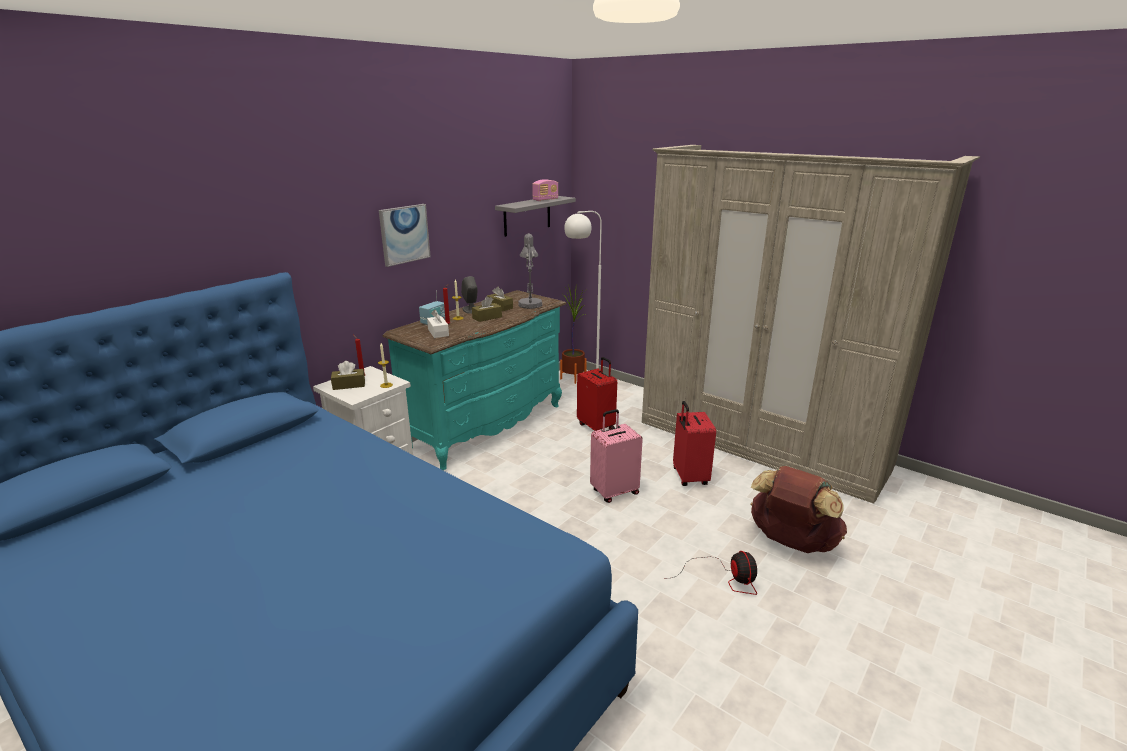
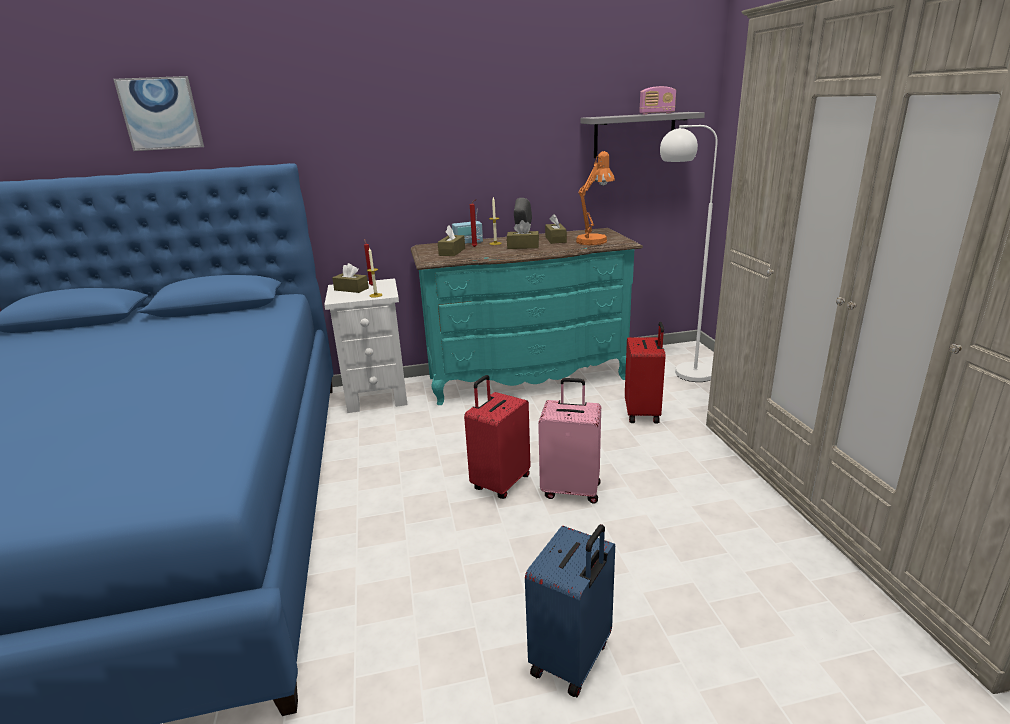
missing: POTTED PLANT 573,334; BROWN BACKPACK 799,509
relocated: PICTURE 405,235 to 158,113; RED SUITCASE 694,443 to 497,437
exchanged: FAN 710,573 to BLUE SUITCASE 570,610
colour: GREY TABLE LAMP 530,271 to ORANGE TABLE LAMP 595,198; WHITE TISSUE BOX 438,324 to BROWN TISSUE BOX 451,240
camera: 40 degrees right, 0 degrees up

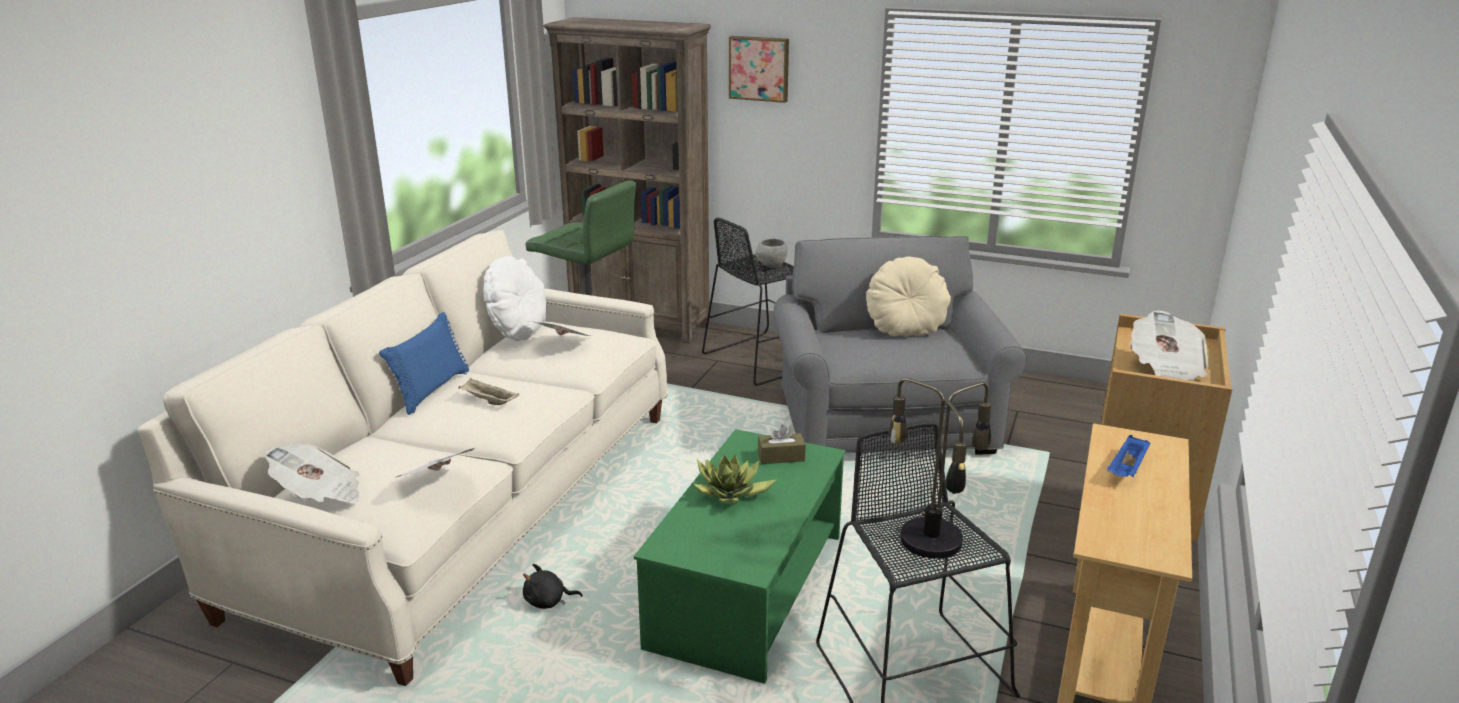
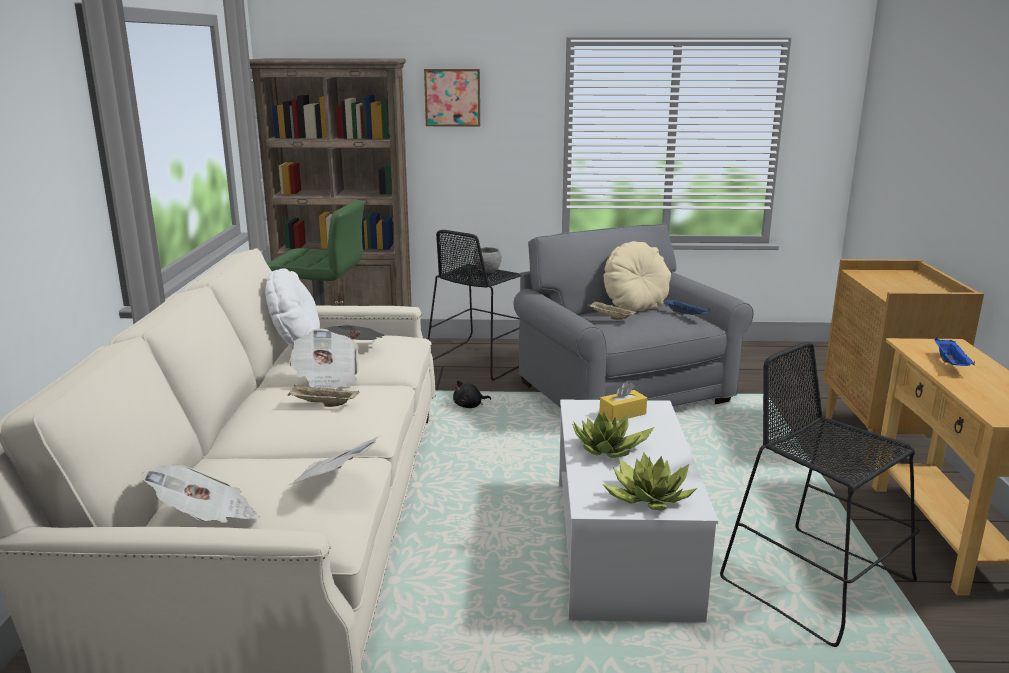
missing: BLUE PILLOW 424,363; TABLE LAMP 940,468
appeared: BLUE TRAY 686,306; BEIGE TRAY 612,310; POTTED PLANT 650,482
relocated: NEWSPAPER 1169,345 to 324,359; BLACK PLUSH TOY 552,586 to 472,394
colour: BROWN TISSUE BOX 782,444 to YELLOW TISSUE BOX 623,401; GREEN COFFEE TABLE 740,556 to WHITE COFFEE TABLE 638,511
camera: 20 degrees left, 5 degrees down

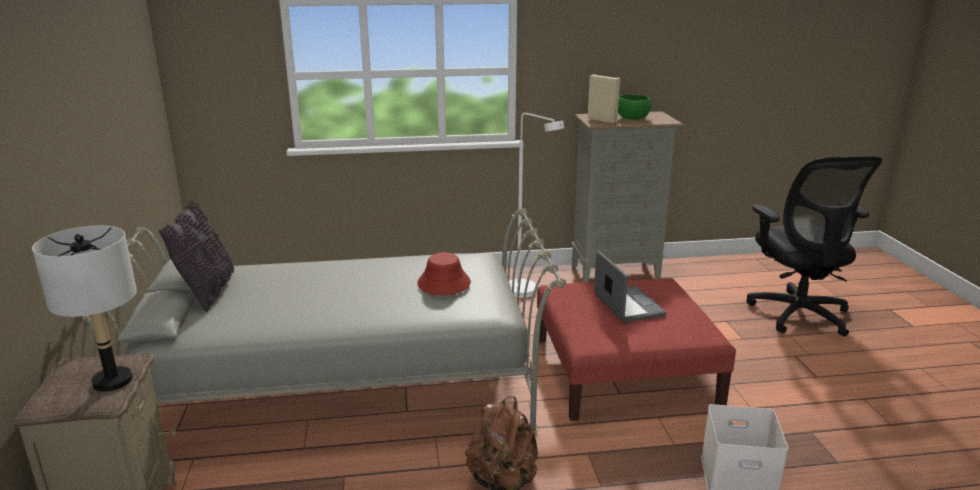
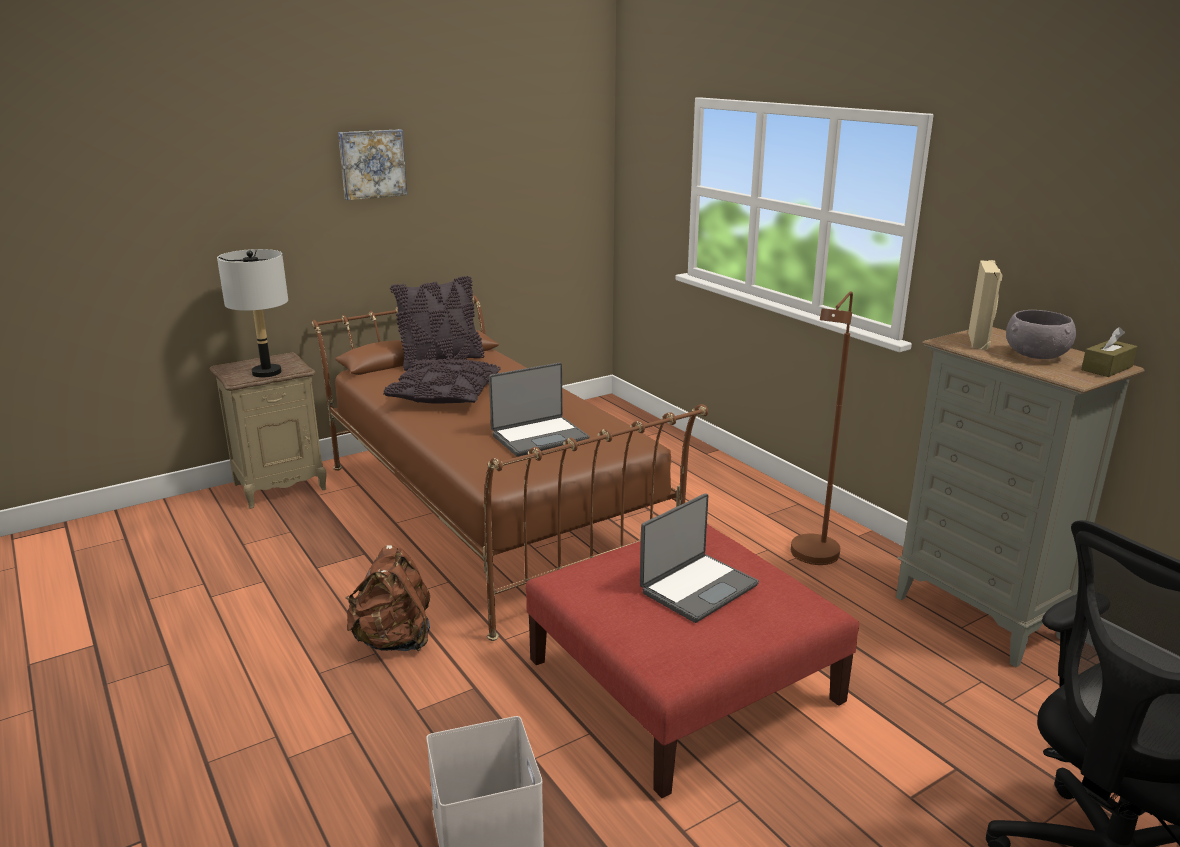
appeared: PICTURE 372,164; BROWN TISSUE BOX 1109,352; BLACK PILLOW 442,381
exchanged: RED HAT 444,274 to LAPTOP 539,410
colour: GREEN BOWL 634,107 to GREY BOWL 1041,334; WHITE FLOOR LAMP 536,205 to BROWN FLOOR LAMP 822,428; GREY BED 316,321 to BROWN BED 509,468
camera: 65 degrees right, 0 degrees up

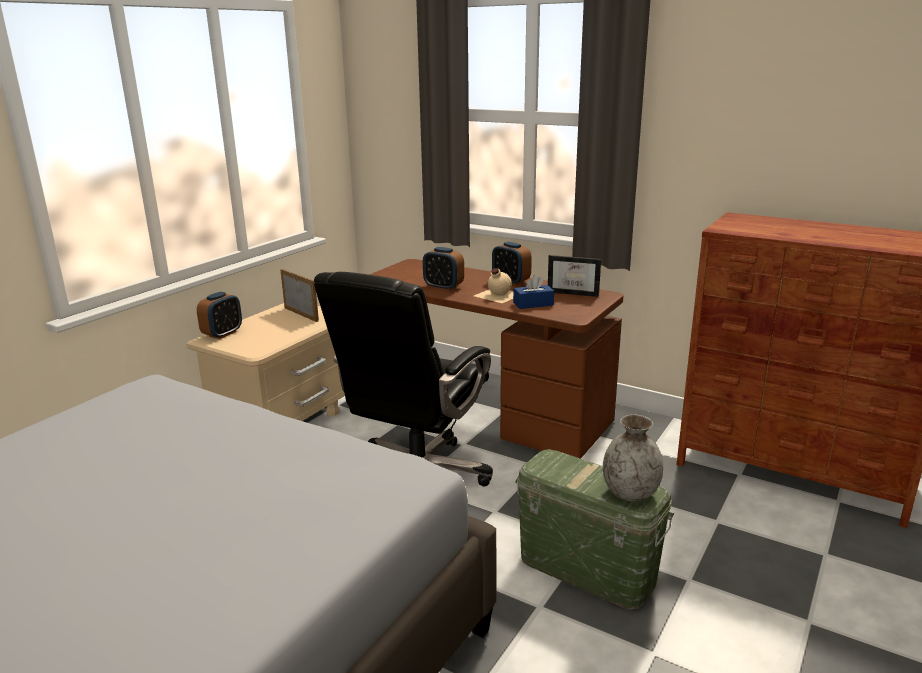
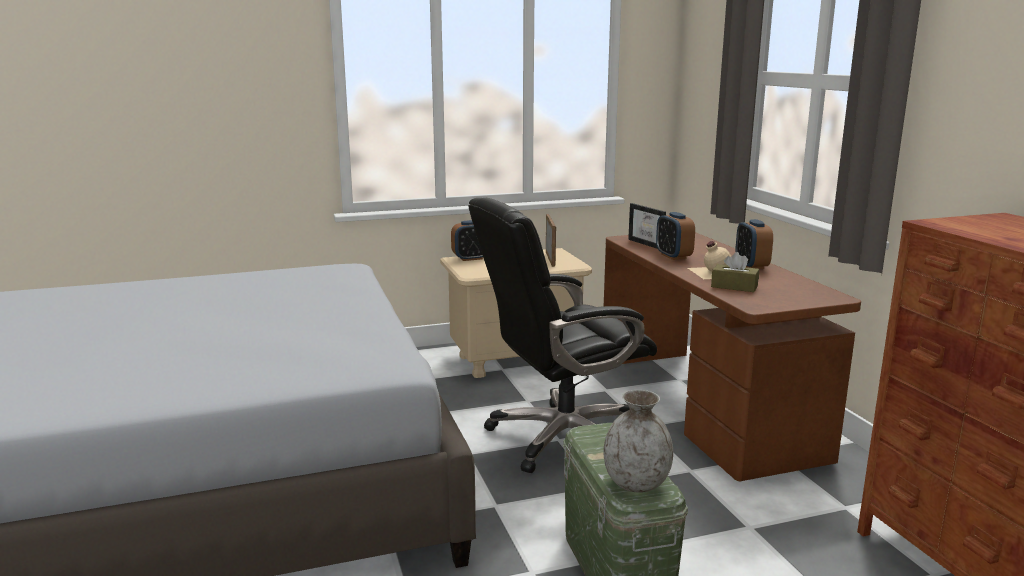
relocated: PICTURE FRAME 574,276 to 647,226
colour: BLUE TISSUE BOX 533,292 to BROWN TISSUE BOX 735,272
camera: 40 degrees right, 5 degrees down

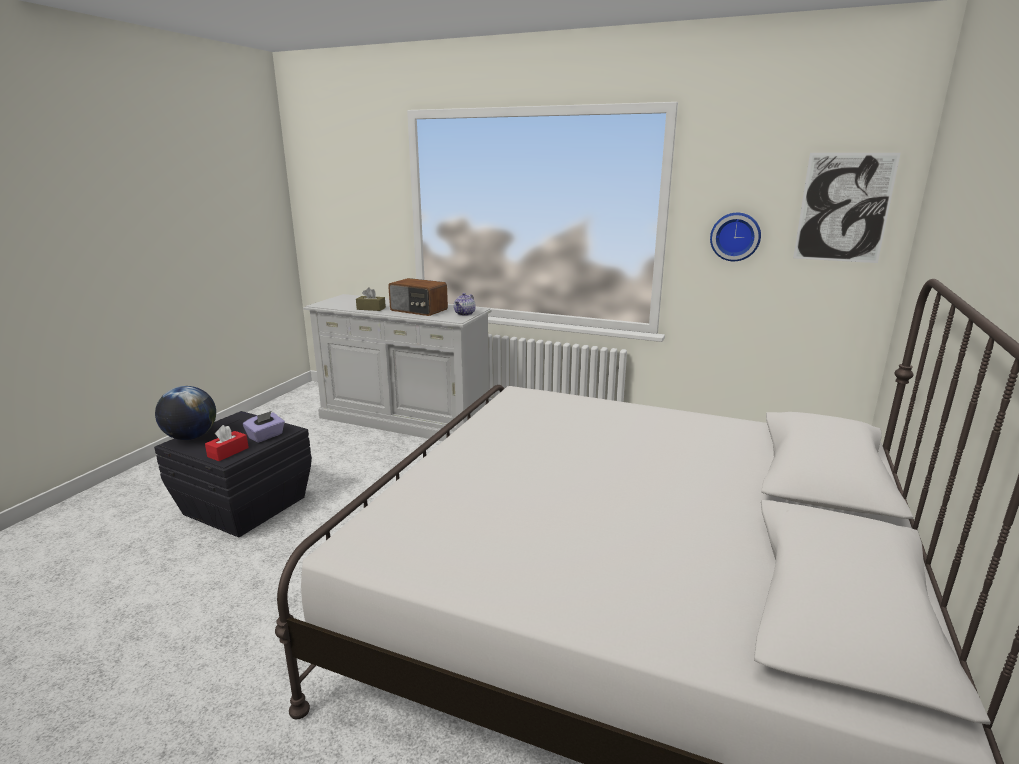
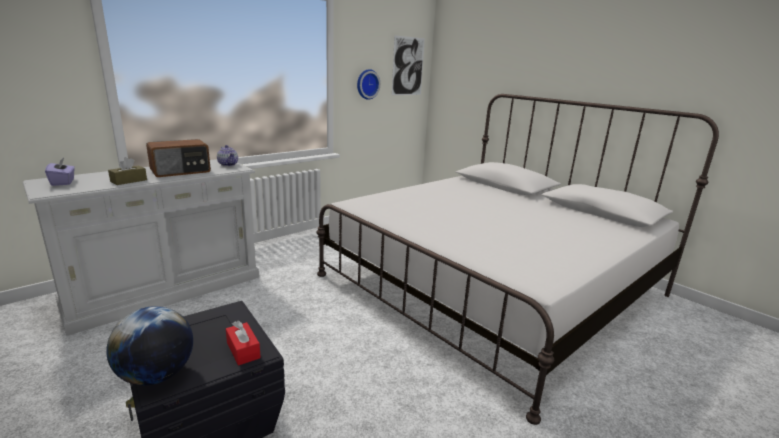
relocated: PURPLE TISSUE BOX 264,427 to 60,172
camera: 65 degrees left, 0 degrees up

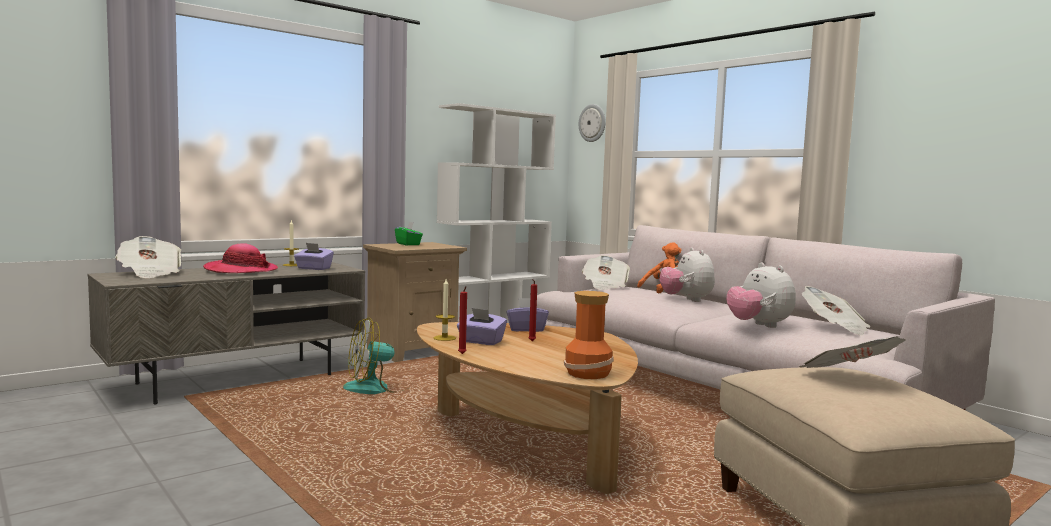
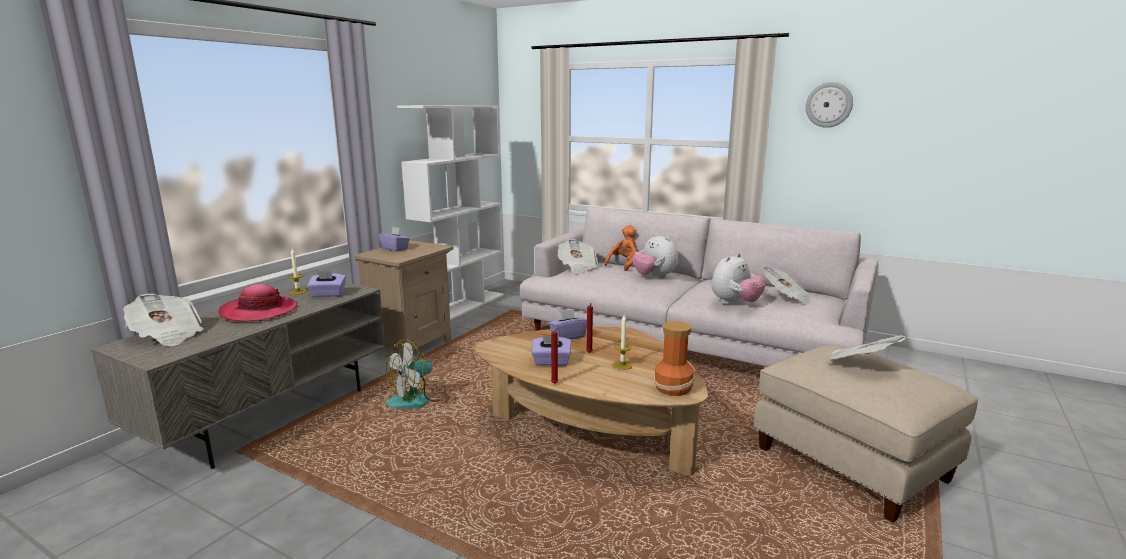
relocated: WALL CLOCK 592,123 to 829,105; CANDLE 445,310 to 622,342
colour: GREEN TISSUE BOX 409,233 to PURPLE TISSUE BOX 394,239
spun: PLUSH TOY 761,295 = 738,278 90 degrees counterclockwise
camera: 20 degrees left, 10 degrees up

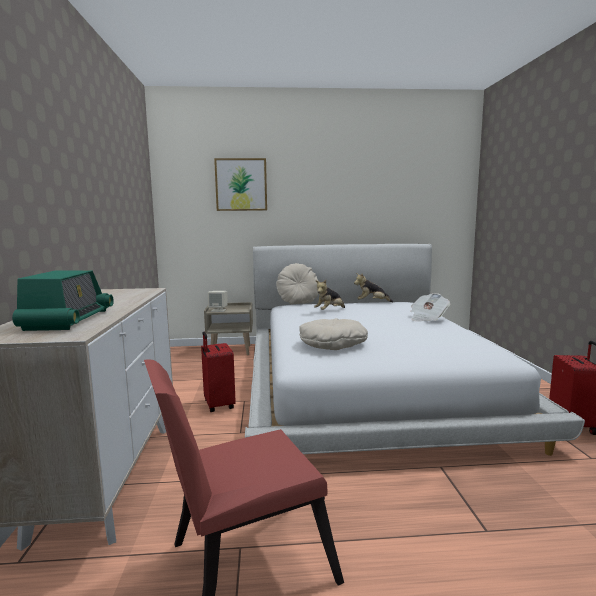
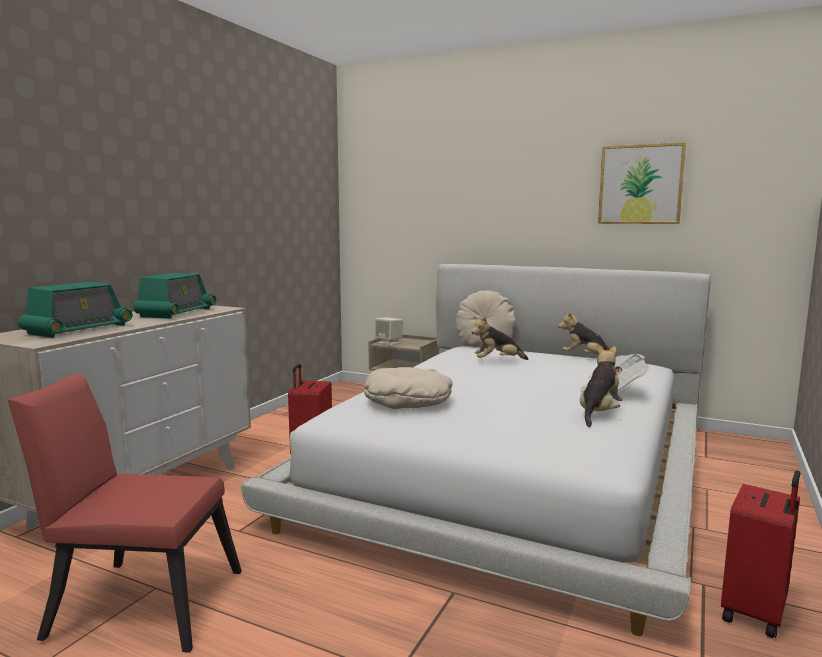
appeared: RADIO 175,296; PLUSH TOY 601,386
relocated: PICTURE 240,184 to 642,183
camera: 30 degrees right, 0 degrees up

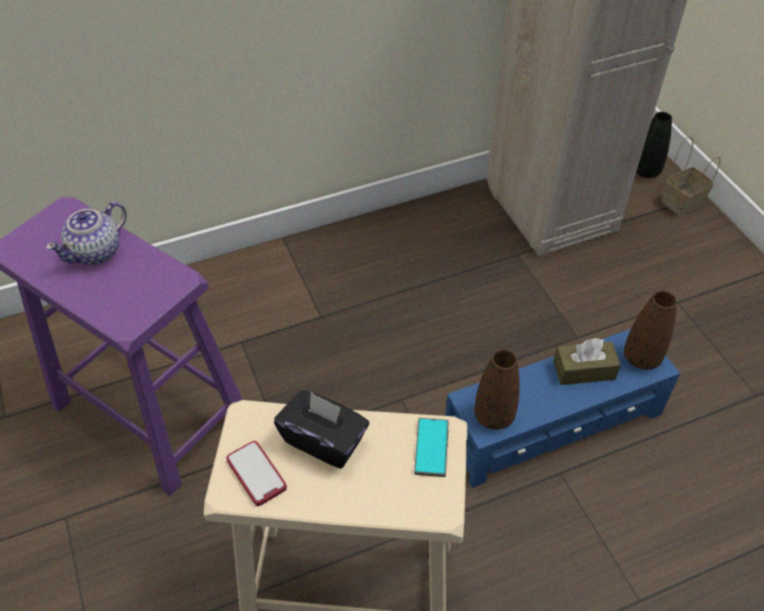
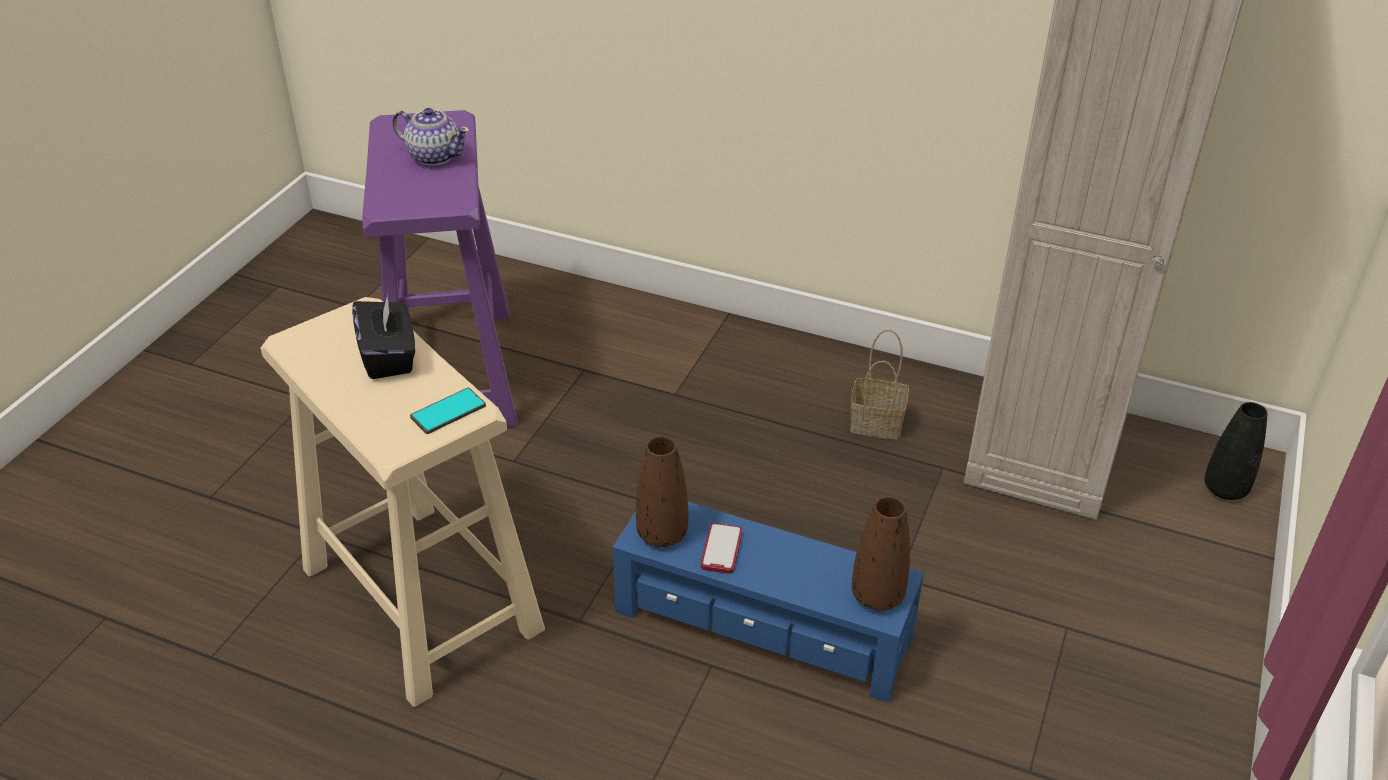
missing: BROWN TISSUE BOX 587,361
relocated: BASKET 691,176 to 879,385; PHONE 256,473 to 721,548
spun: TEAPOT 86,233 = 430,137 150 degrees counterclockwise
camera: 45 degrees right, 10 degrees down

